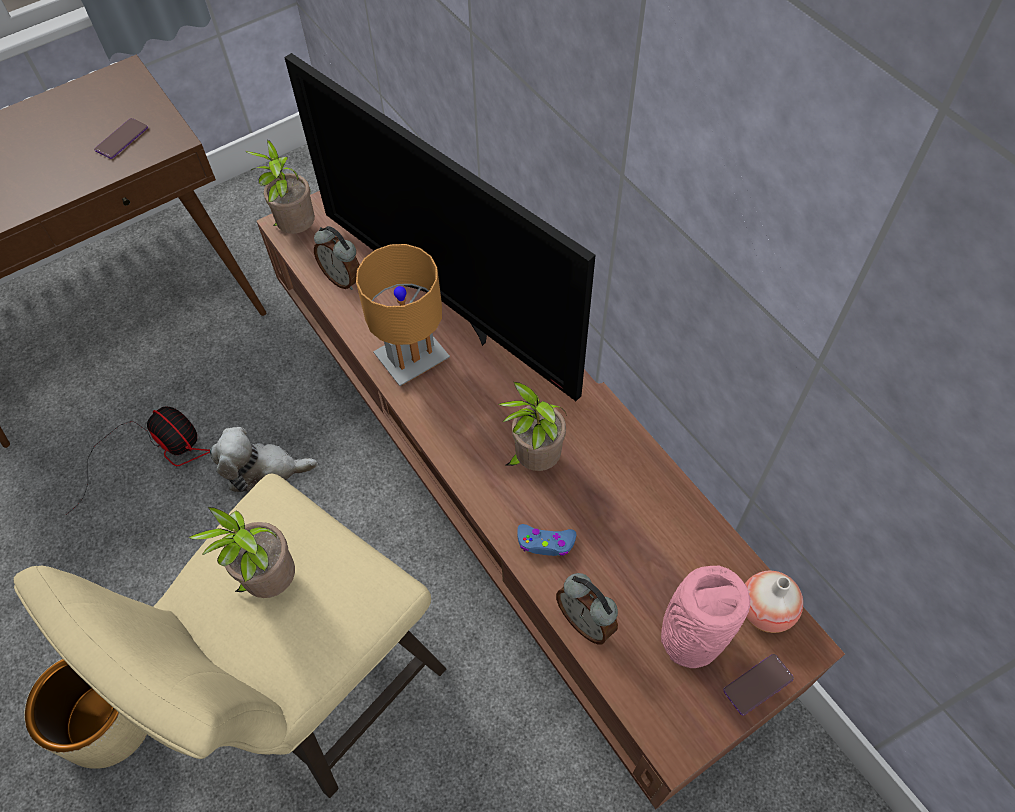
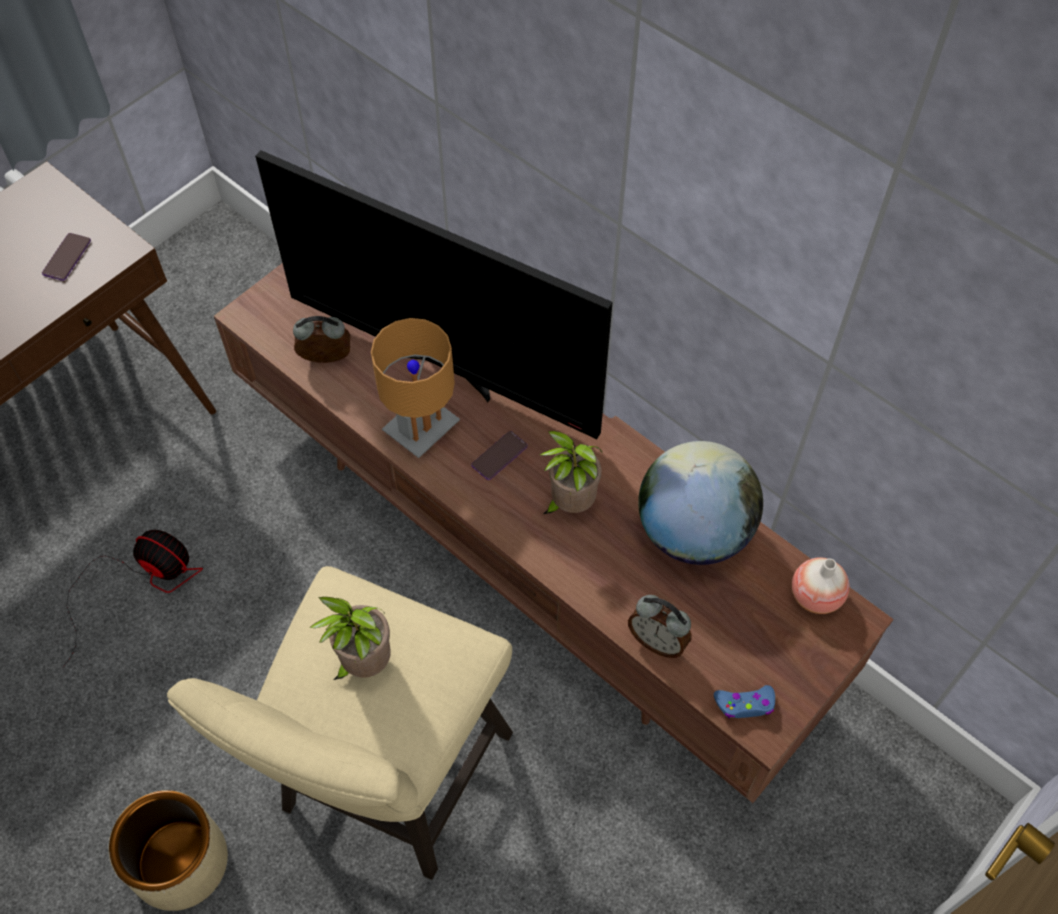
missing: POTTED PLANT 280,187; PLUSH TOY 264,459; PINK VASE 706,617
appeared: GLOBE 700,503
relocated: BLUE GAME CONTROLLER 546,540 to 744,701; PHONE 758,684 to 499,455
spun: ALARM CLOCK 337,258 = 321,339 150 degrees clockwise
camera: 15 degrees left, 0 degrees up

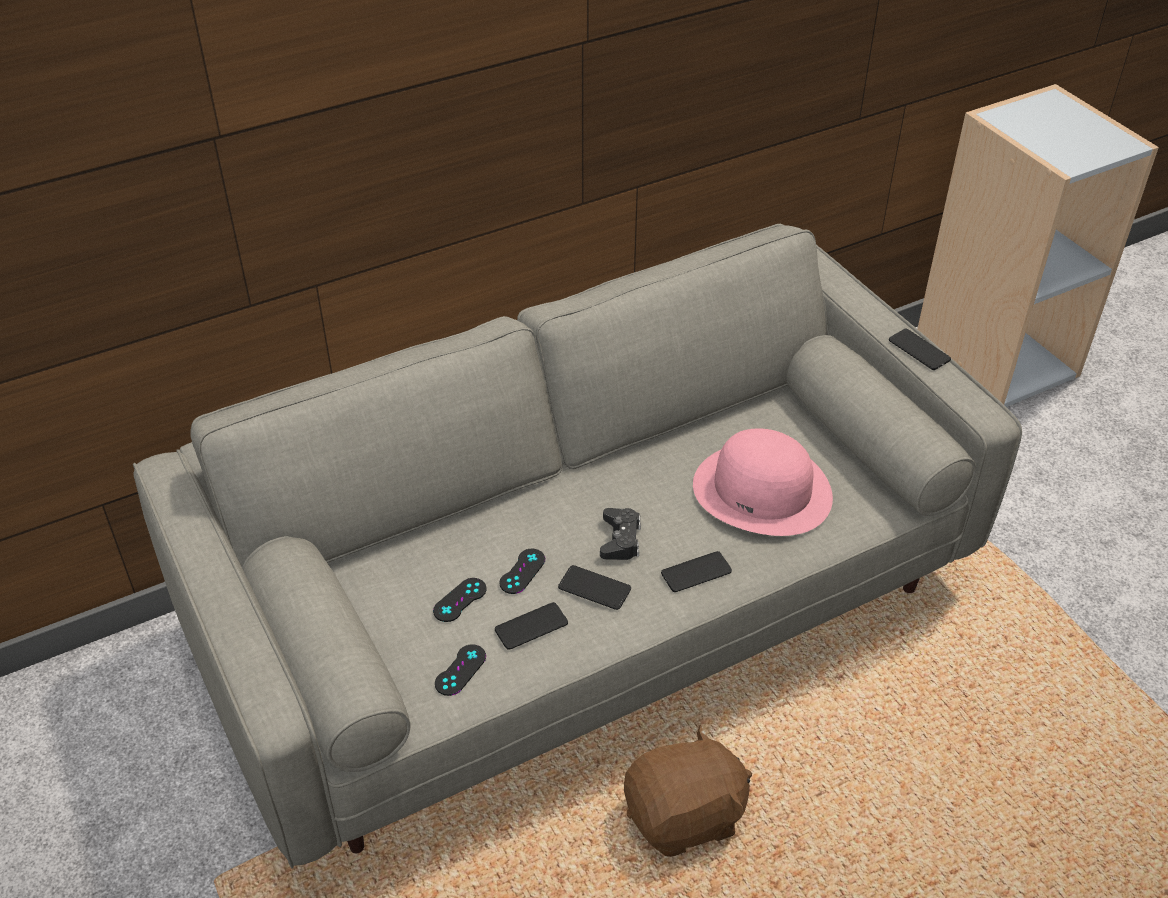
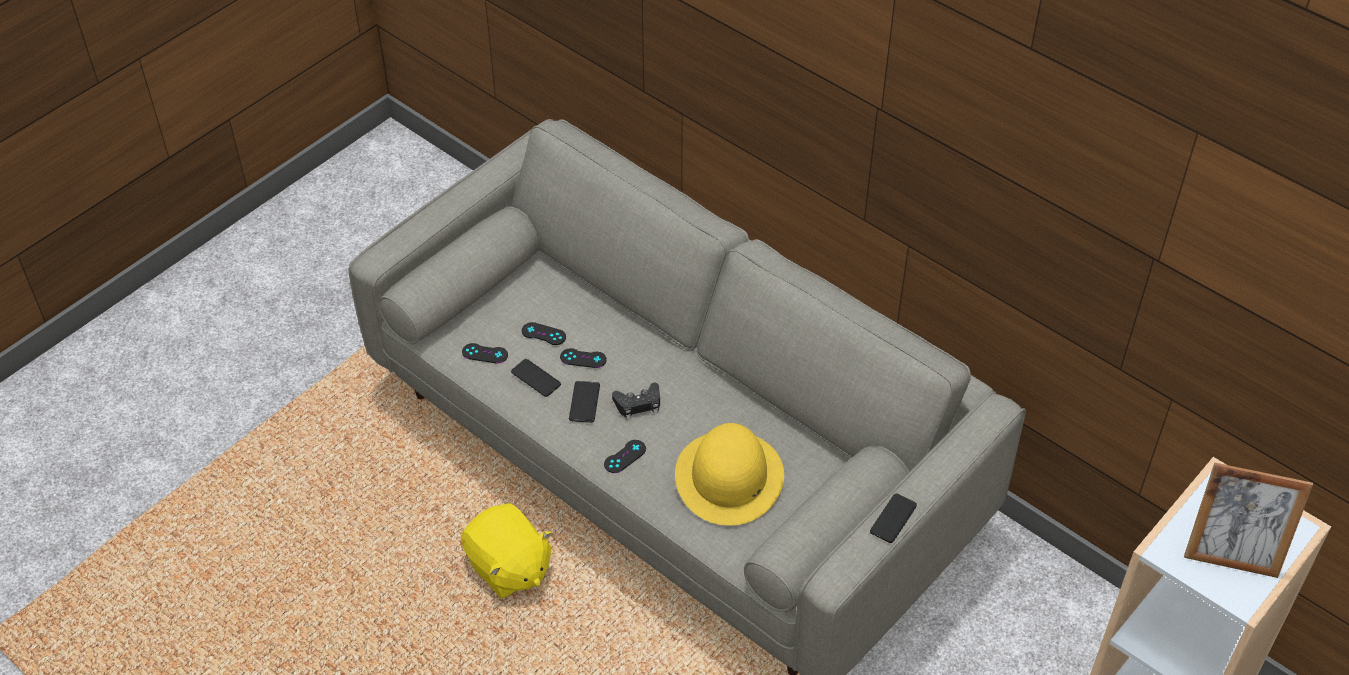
appeared: PICTURE FRAME 1248,520
exchanged: PHONE 696,571 to BLACK GAME CONTROLLER 625,456
colour: PINK HAT 763,482 to YELLOW HAT 729,474; BROWN PLUSH TOY 688,790 to YELLOW PLUSH TOY 506,551
camera: 70 degrees right, 5 degrees up

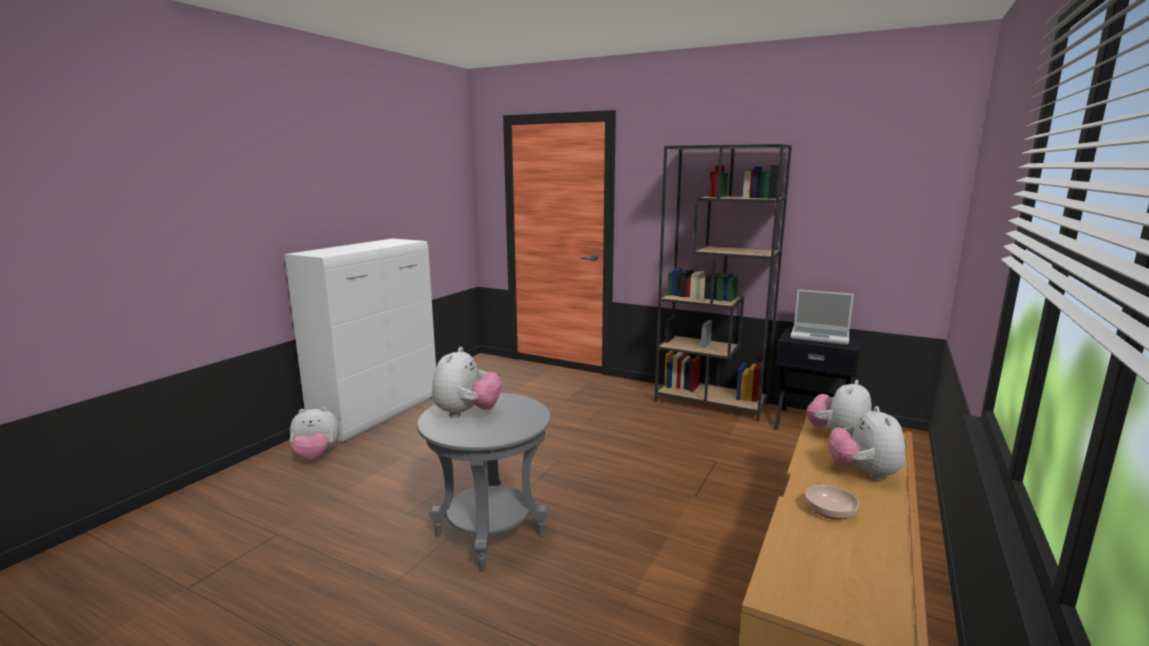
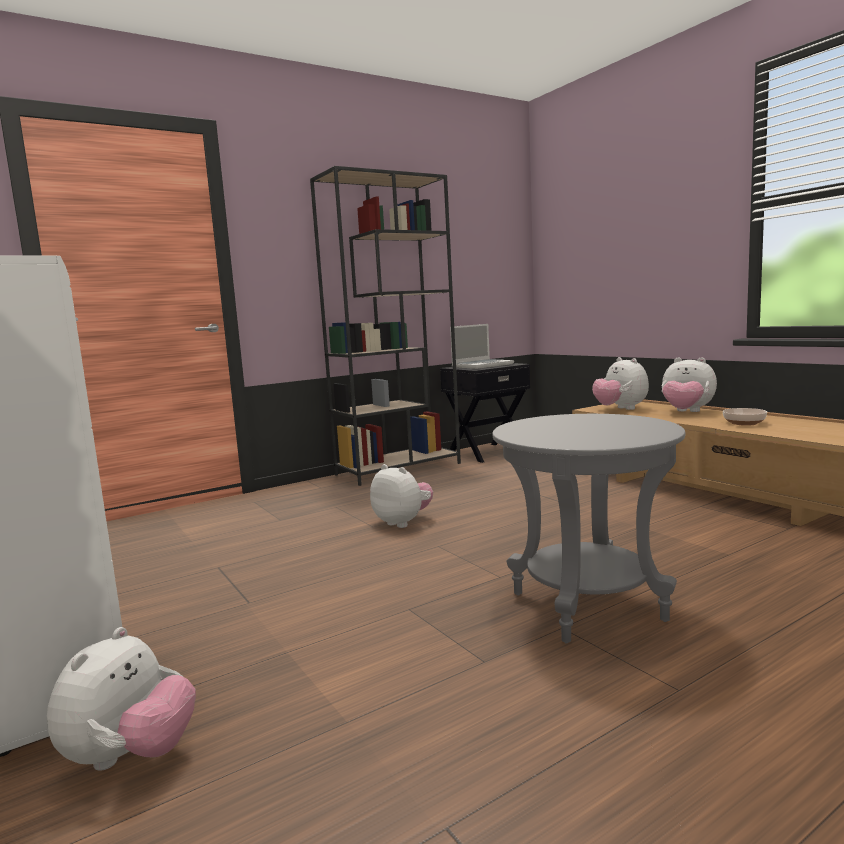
relocated: PLUSH TOY 467,382 to 401,496
camera: 60 degrees left, 5 degrees down

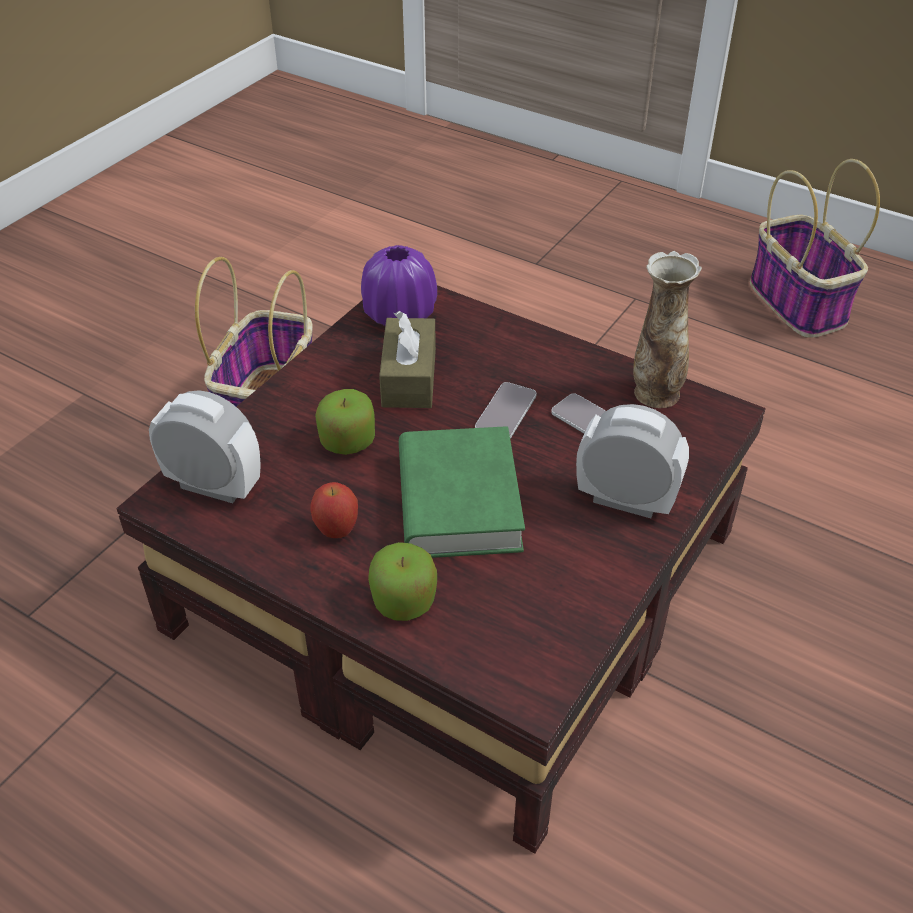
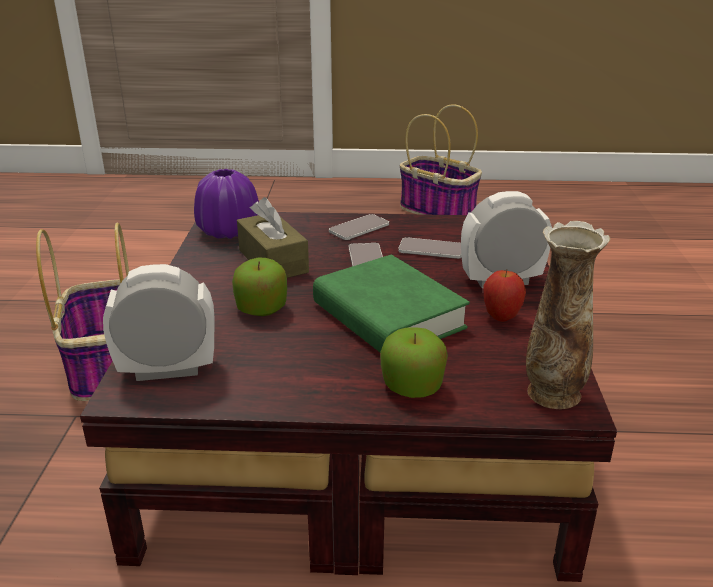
appeared: PHONE 359,227
relocated: VASE 667,329 to 568,315; APPLE 334,510 to 505,296
camera: 30 degrees left, 15 degrees down

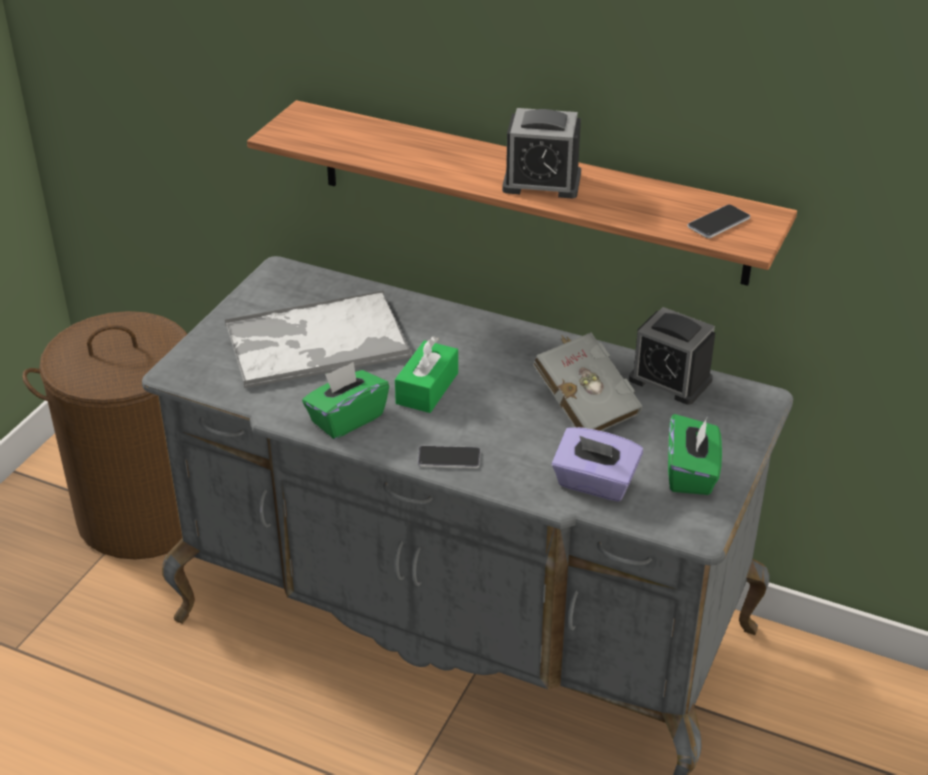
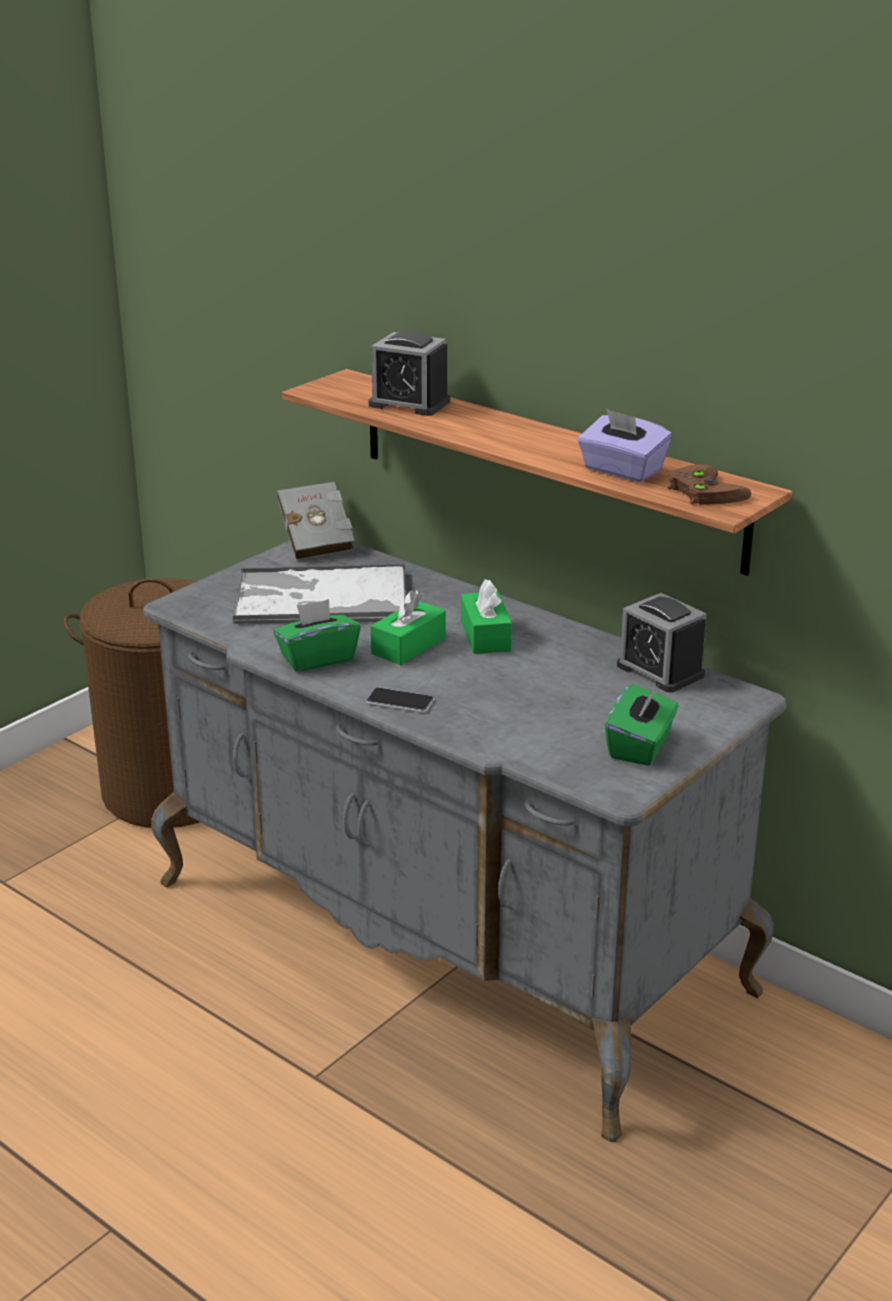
appeared: GREEN TISSUE BOX 486,616
relocated: ALARM CLOCK 541,153 to 409,373; GREY BOOK 588,381 to 316,521; PURPLE TISSUE BOX 597,464 to 625,445
exchanged: PHONE 719,221 to BROWN GAME CONTROLLER 709,484
camera: 15 degrees right, 10 degrees down

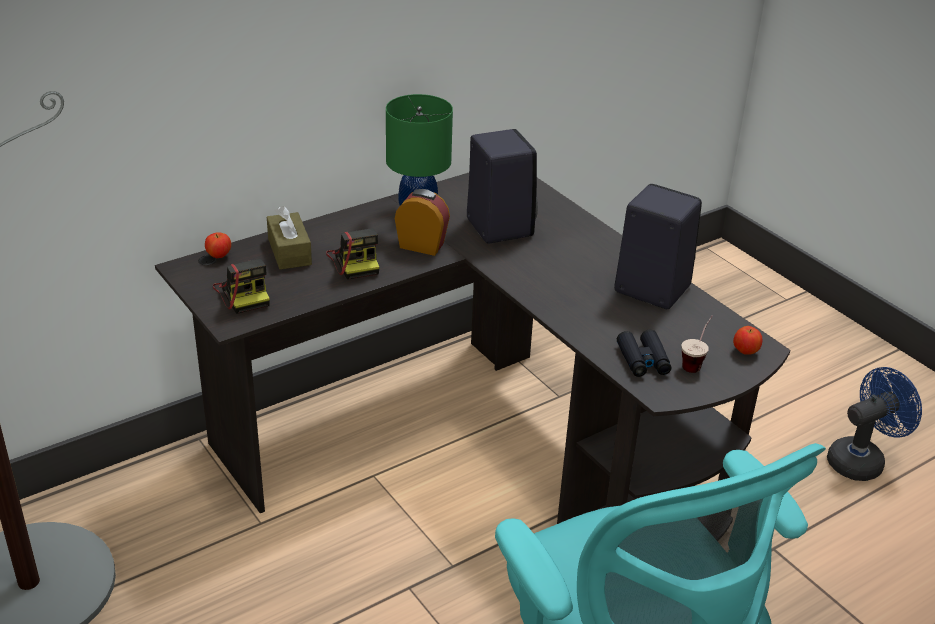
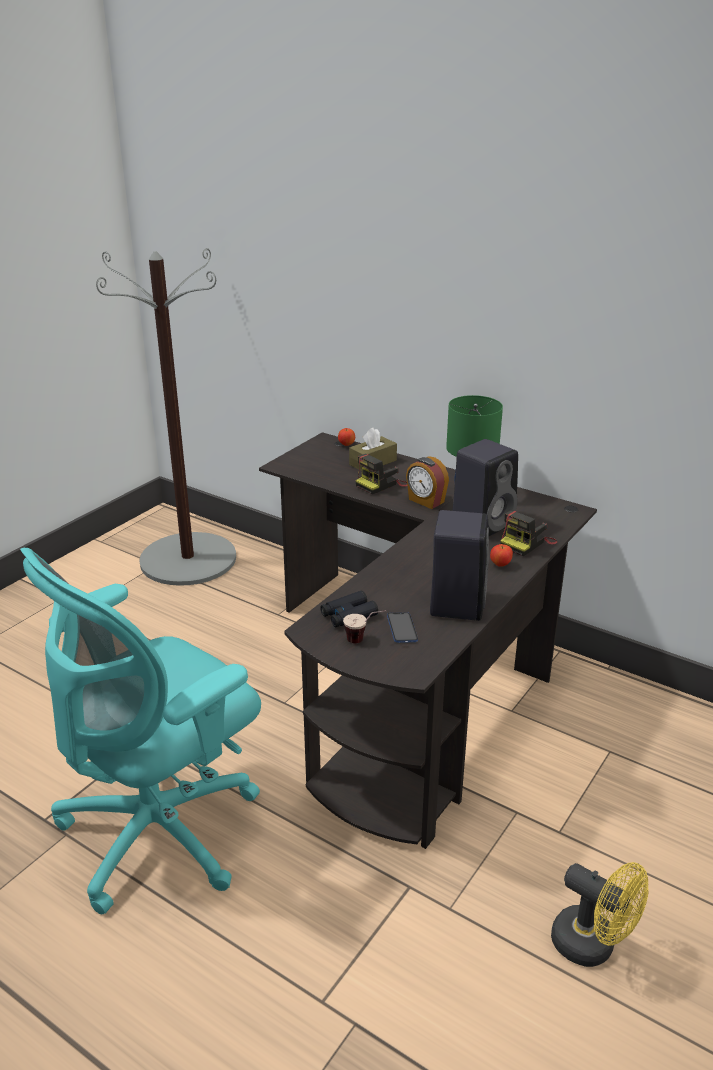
appeared: PHONE 402,627
relocated: PHOTO CAMERA 241,286 to 528,533; APPLE 747,340 to 501,555
colour: BLUE FAN 874,424 to YELLOW FAN 599,914
spun: ALARM CLOCK 422,222 = 427,482 135 degrees clockwise
camera: 70 degrees right, 5 degrees down

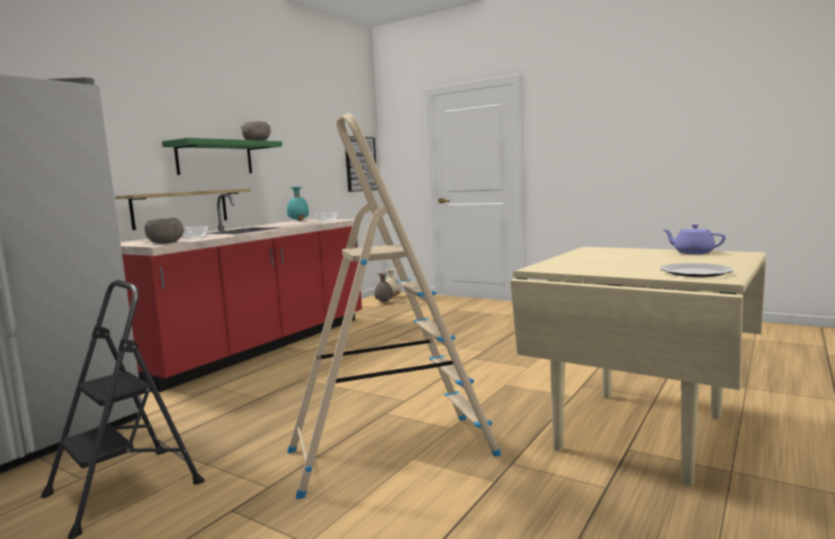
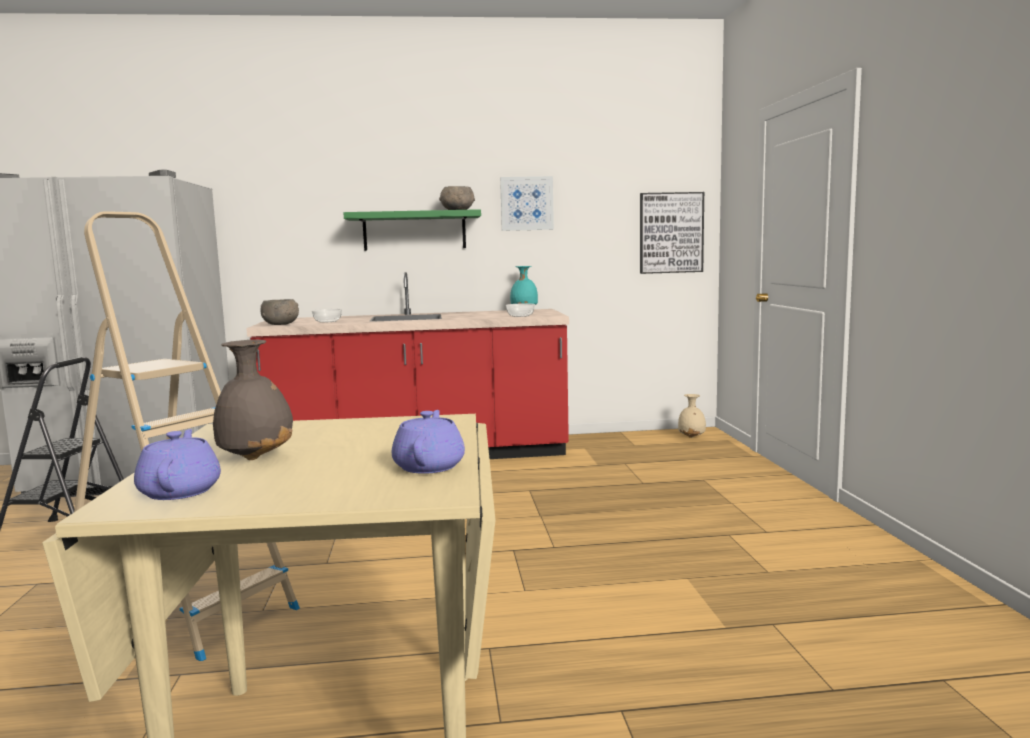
missing: SHELF 183,209
appeared: PICTURE 527,203
relocated: GREY VASE 383,288 to 253,400
exchanged: PLATE 696,270 to PURPLE TEAPOT 177,464
camera: 50 degrees right, 0 degrees up

